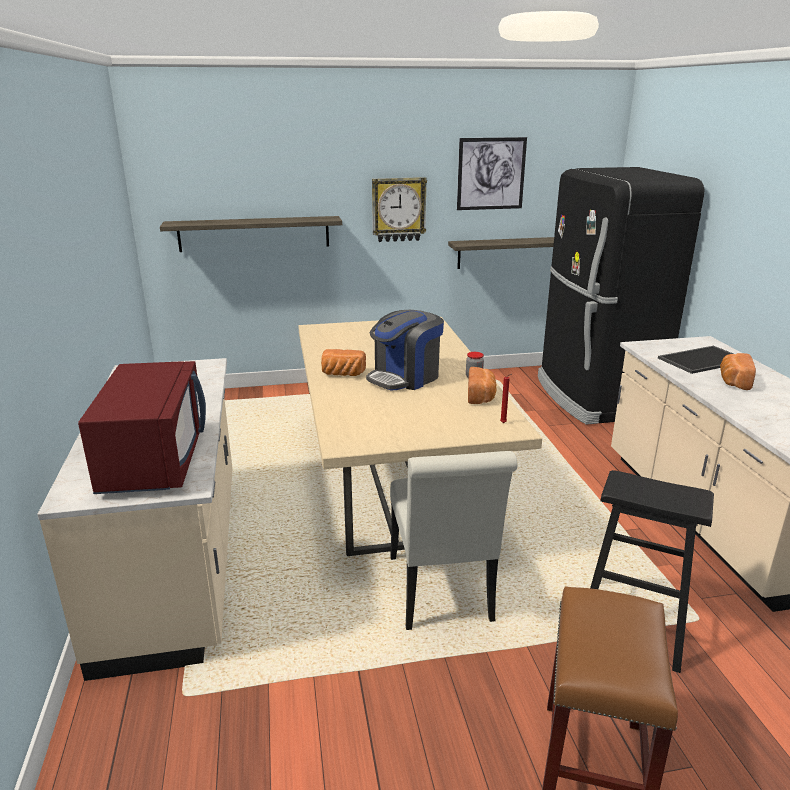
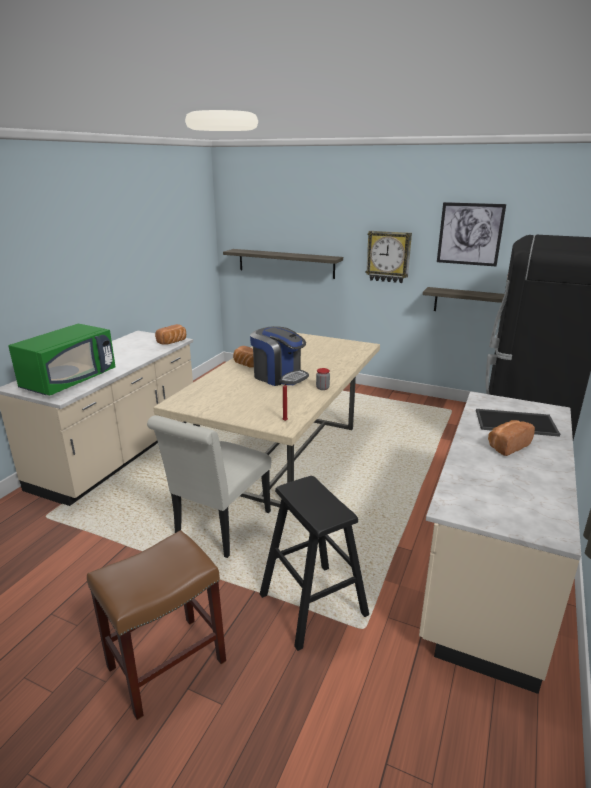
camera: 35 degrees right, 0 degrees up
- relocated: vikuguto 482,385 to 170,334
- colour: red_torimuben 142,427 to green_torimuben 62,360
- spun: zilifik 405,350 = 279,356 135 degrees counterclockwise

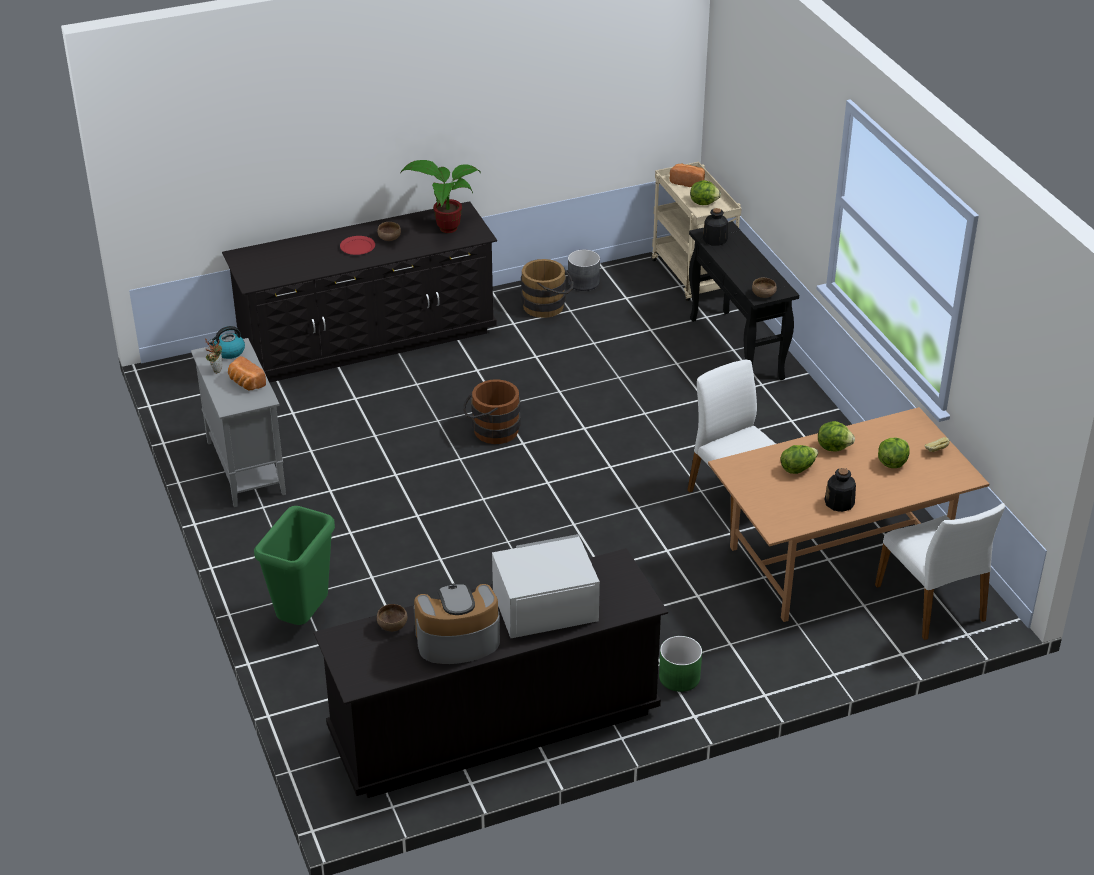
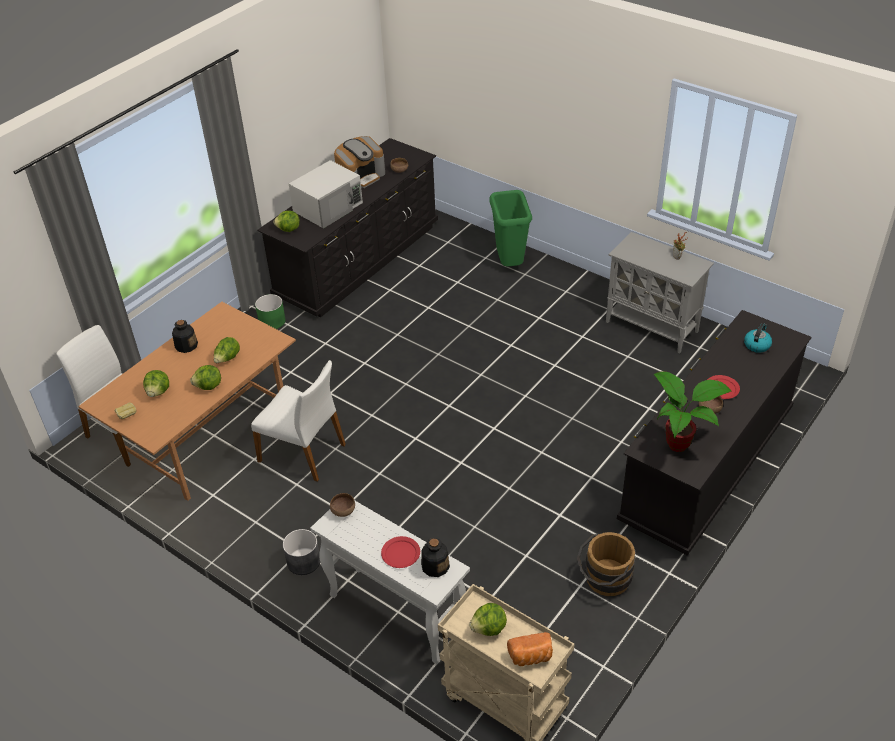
camera: 150 degrees right, 5 degrees up
- missing: vikuguto 247,373
- missing: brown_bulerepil 491,411
- appeared: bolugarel 286,221
- appeared: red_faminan 400,552
- relocated: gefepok 227,342 to 758,338
- relocated: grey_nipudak 584,270 to 301,552
- colour: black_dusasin 744,300 to white_dusasin 390,582

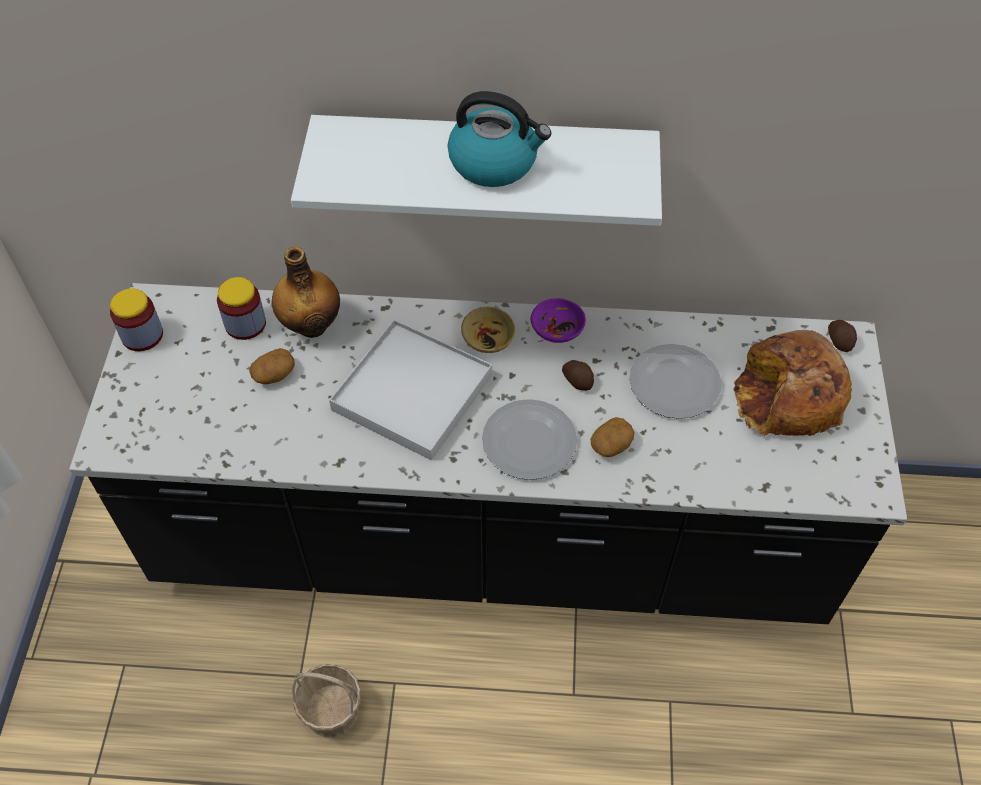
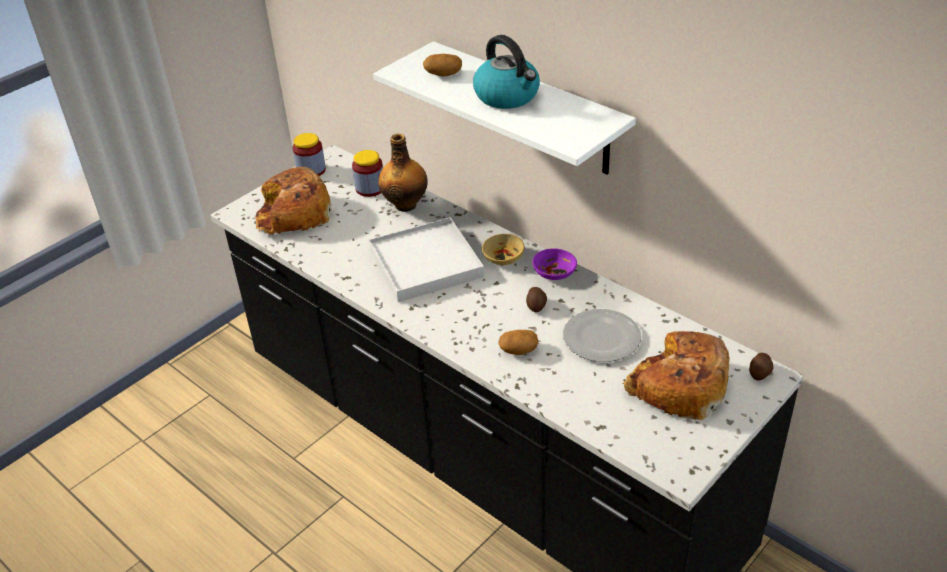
camera: 40 degrees right, 15 degrees down
- missing: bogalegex 326,701
- missing: faminan 529,439
- appeared: vikuguto 293,201
- relocated: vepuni 272,366 to 442,65

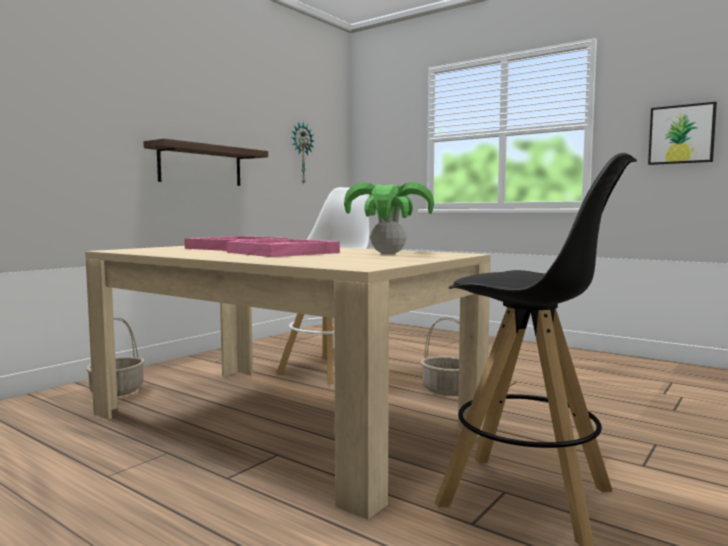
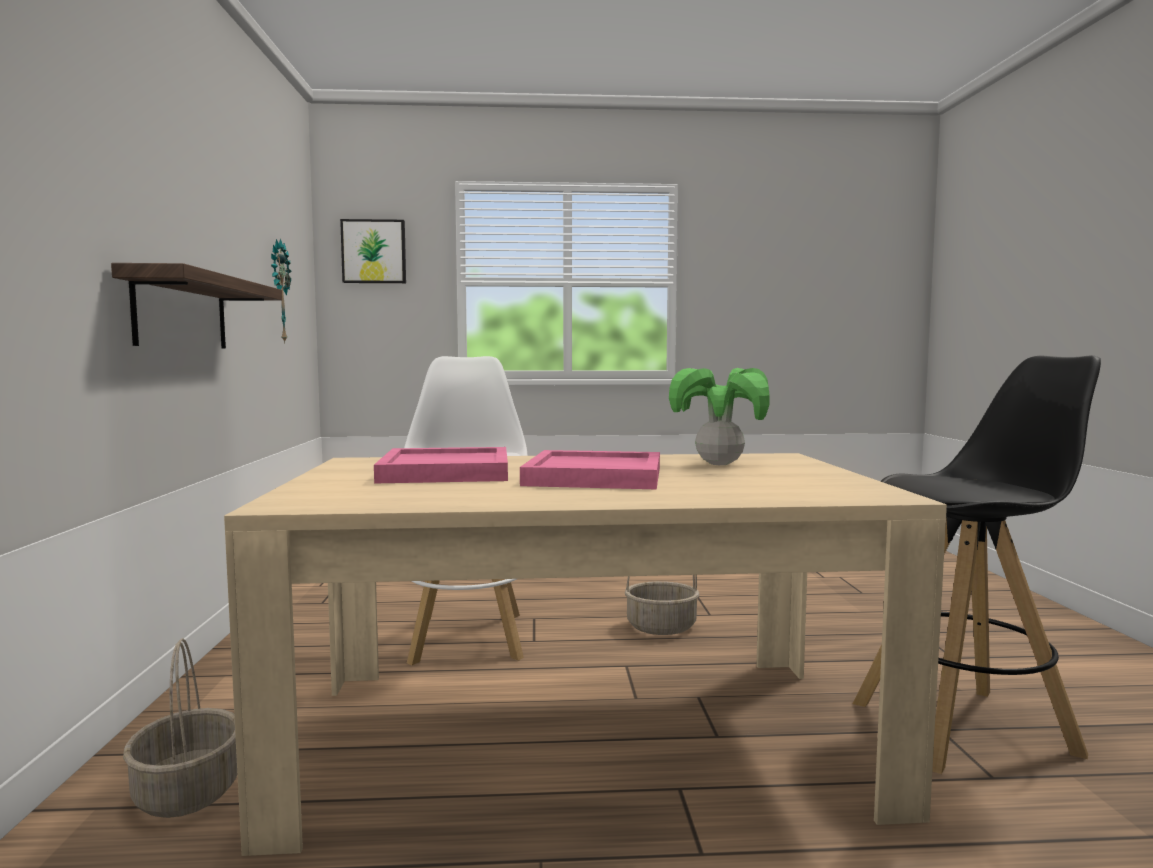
camera: 40 degrees left, 0 degrees up
- relocated: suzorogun 682,133 to 373,251

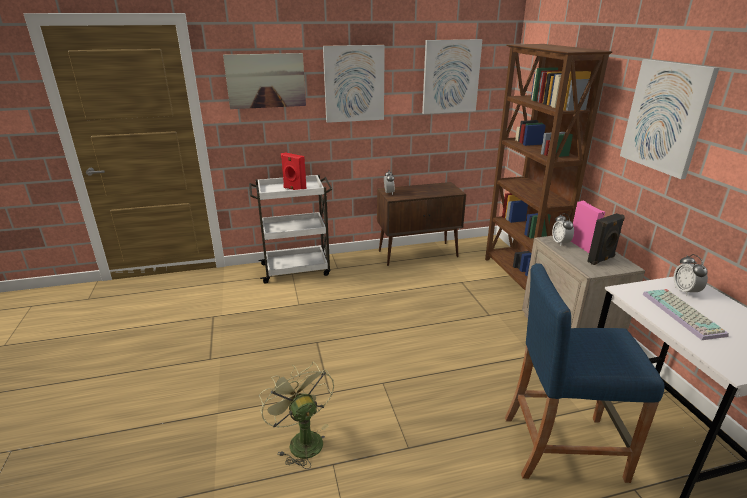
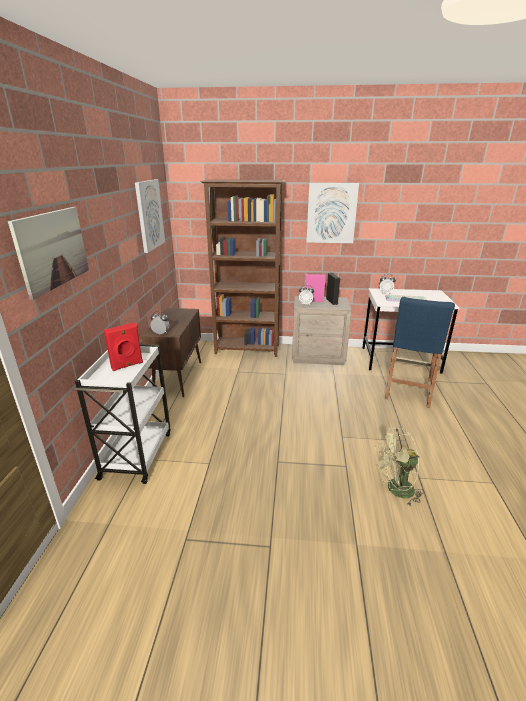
camera: 70 degrees left, 0 degrees up
- missing: suzorogun 354,84

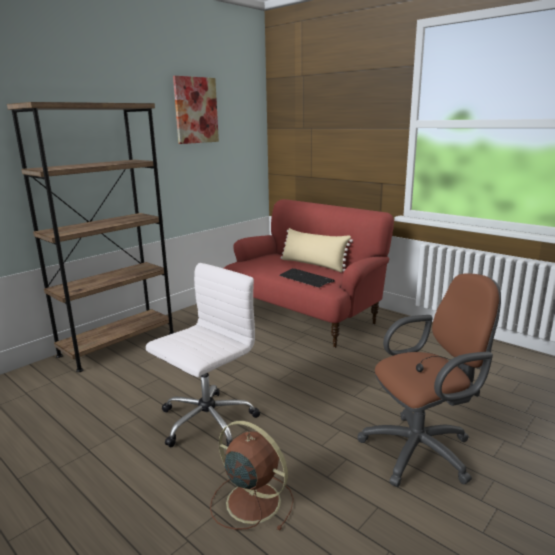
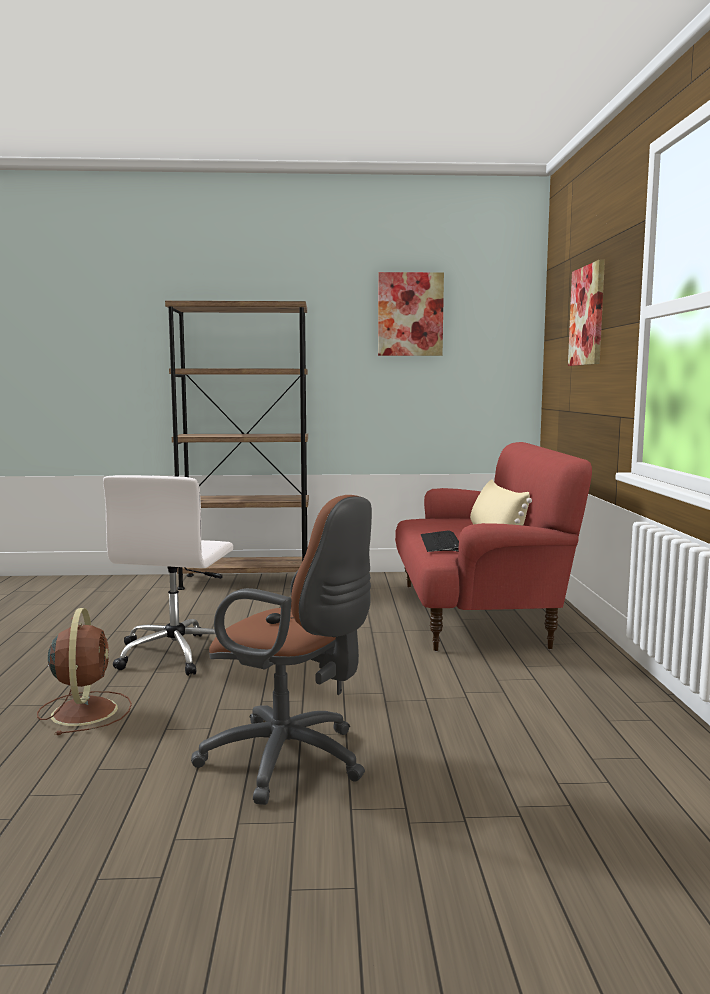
camera: 45 degrees right, 10 degrees down
- appeared: suzorogun 586,312
- spun: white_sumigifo 203,355 = 168,575 105 degrees clockwise

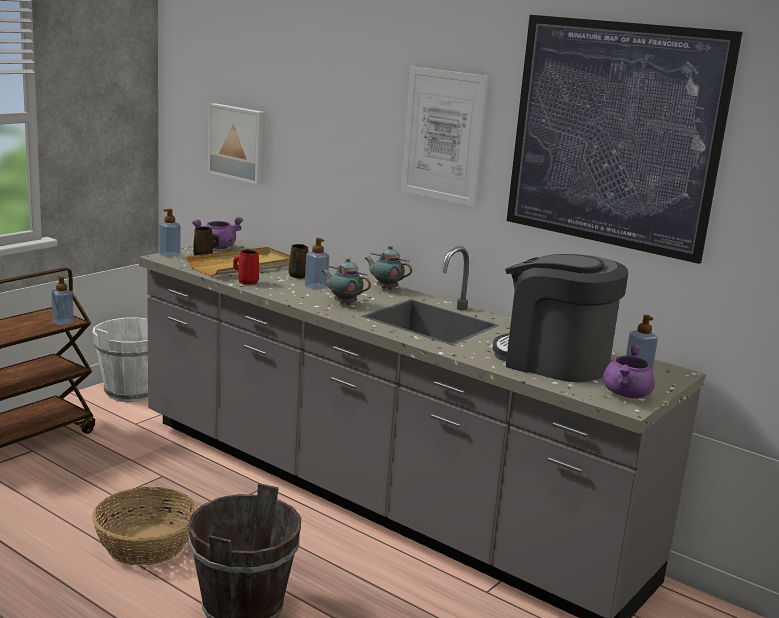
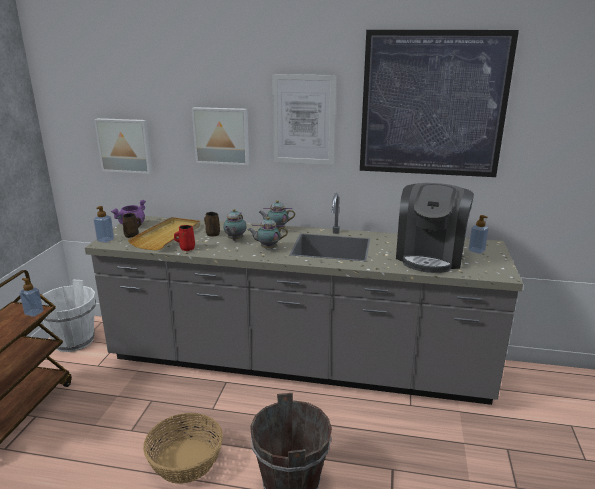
camera: 25 degrees left, 5 degrees up
- missing: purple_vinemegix 629,371
- appeared: suzorogun 220,136
- exchanged: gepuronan 317,264 to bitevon 235,225
- spun: zilifik 560,318 = 435,228 75 degrees counterclockwise

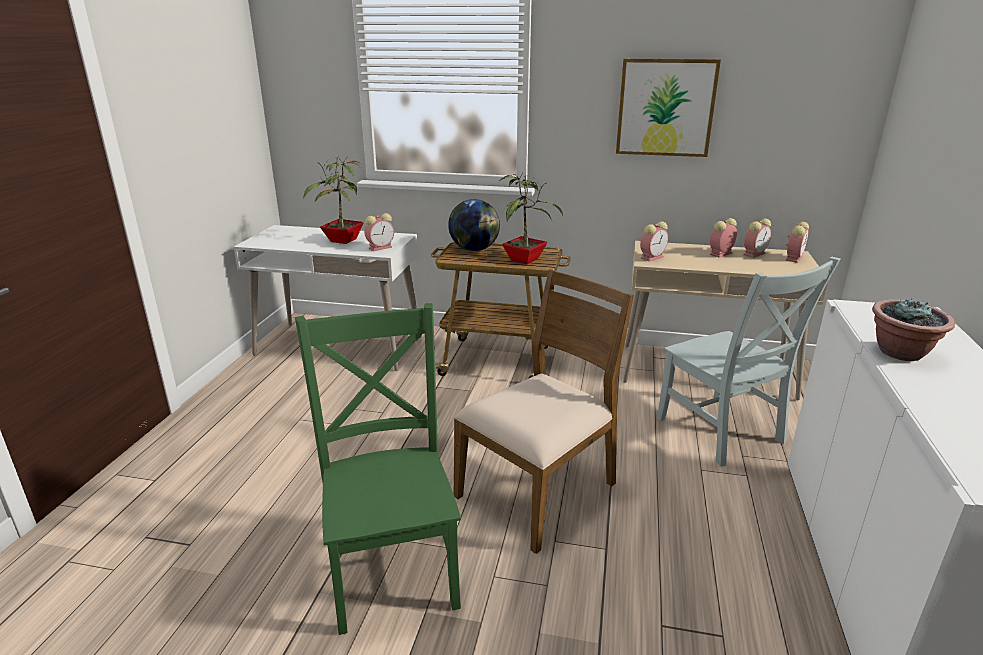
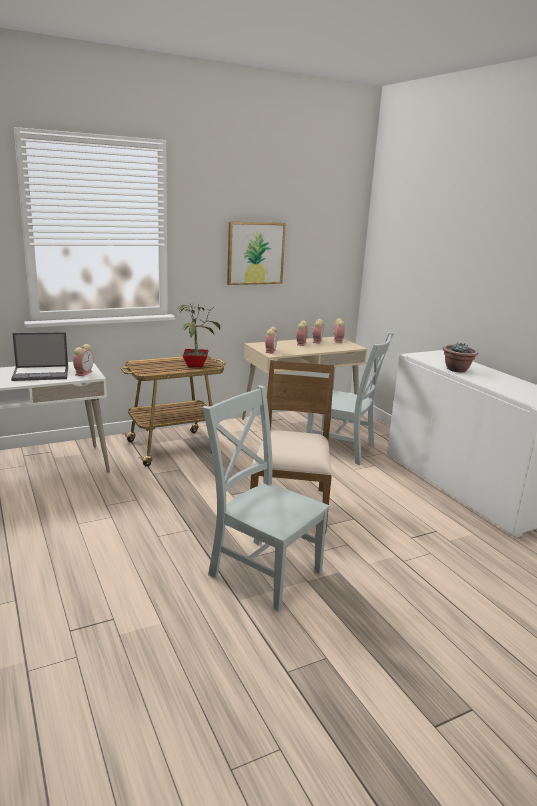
camera: 40 degrees left, 5 degrees down
- missing: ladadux 474,225
- exchanged: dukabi 333,200 to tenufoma 39,356
- colour: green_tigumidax 378,469 to grey_tigumidax 266,498

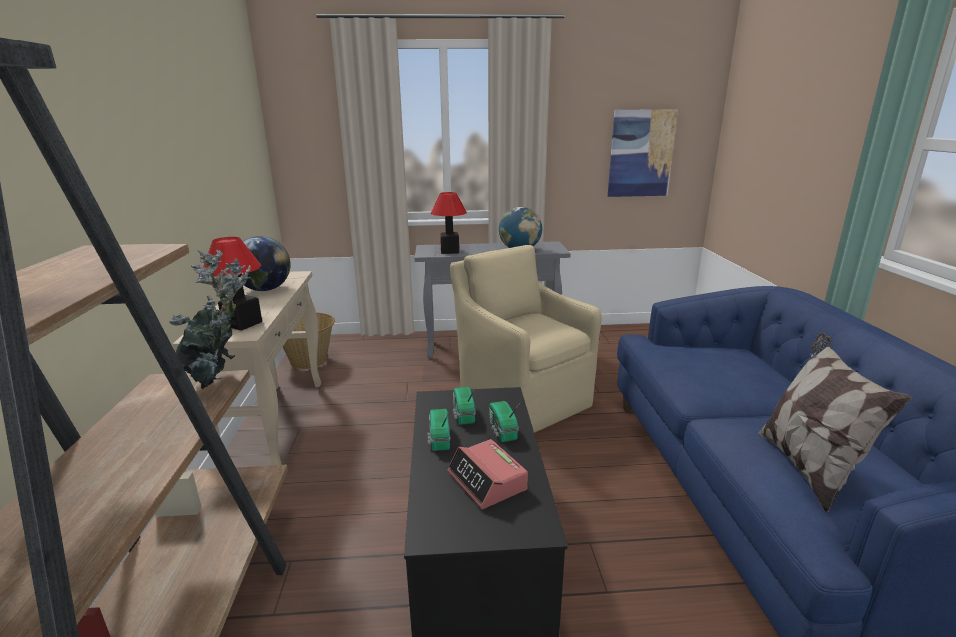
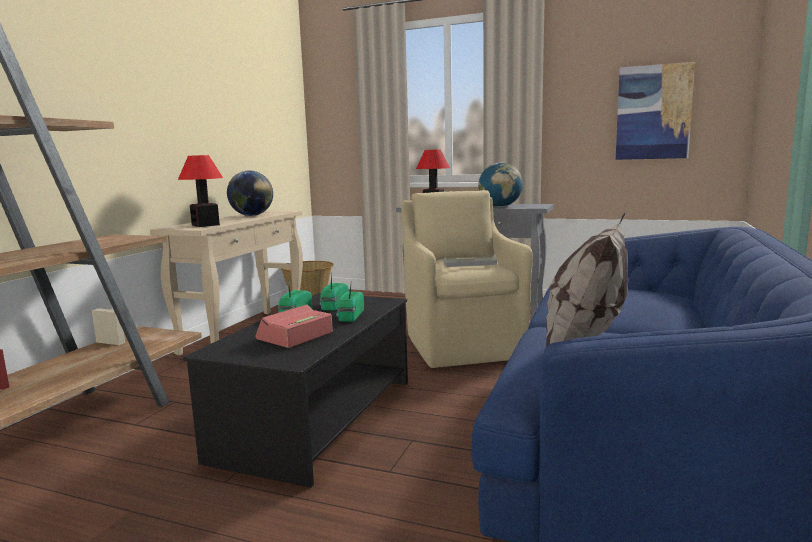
camera: 25 degrees right, 10 degrees down
- missing: dukabi 210,320
- appeared: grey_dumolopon 470,260
- spun: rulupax 487,474 = 294,326 45 degrees clockwise

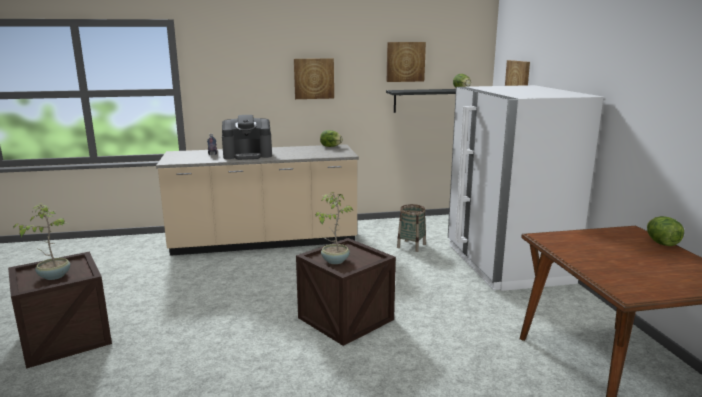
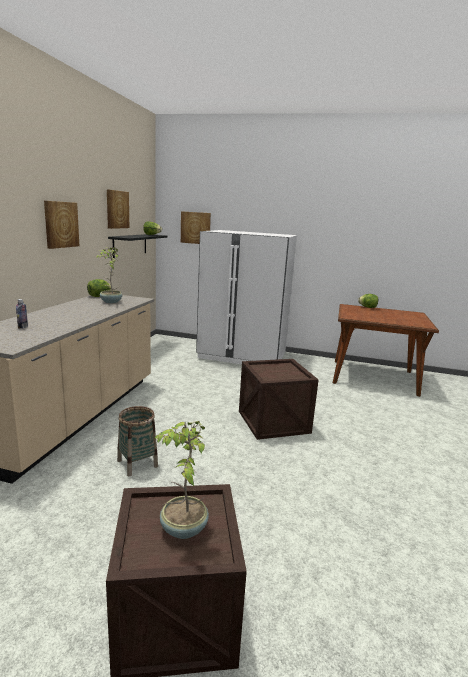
camera: 65 degrees left, 0 degrees up
- missing: zilifik 247,137
- relocated: dukabi 334,228 to 109,275
- relocated: bogalegex 411,228 to 137,441

